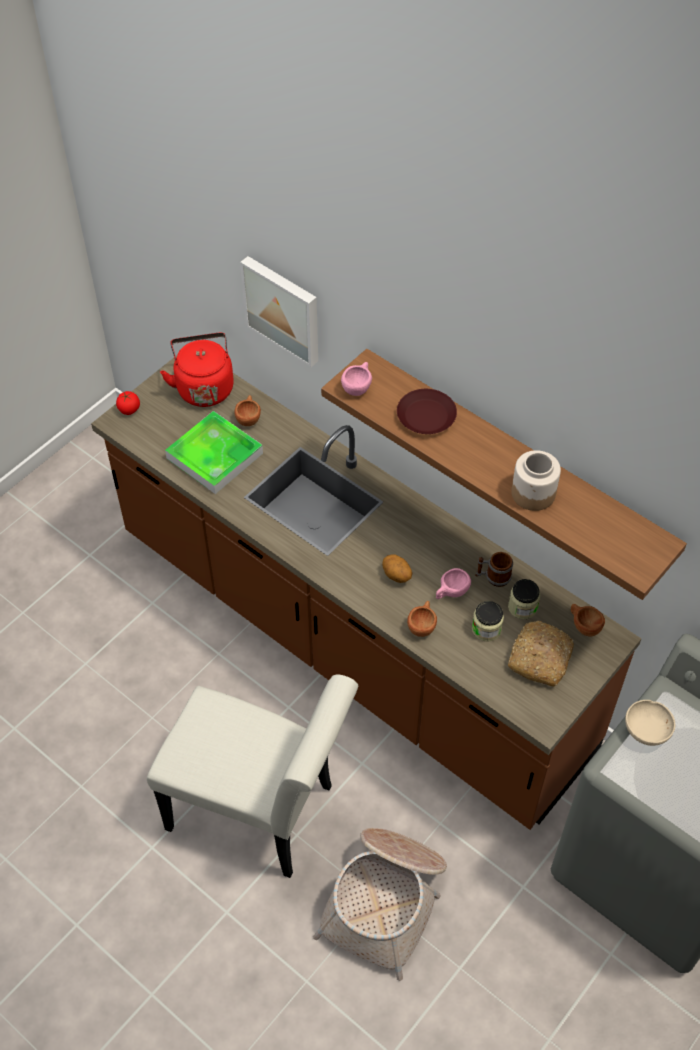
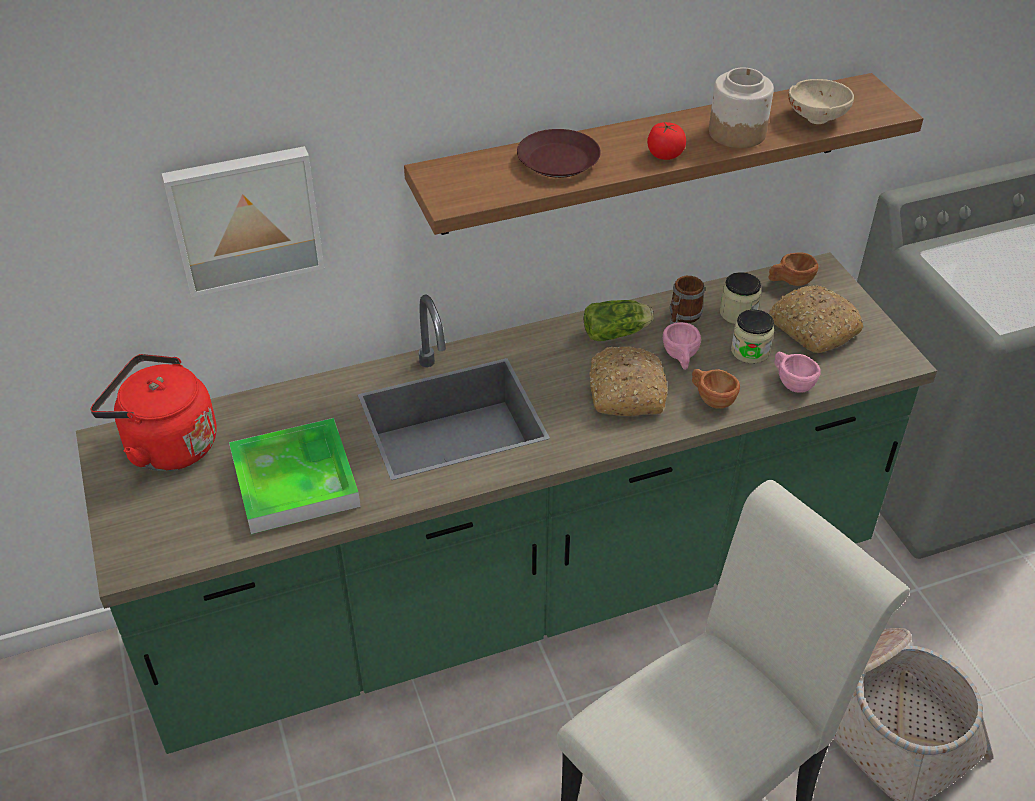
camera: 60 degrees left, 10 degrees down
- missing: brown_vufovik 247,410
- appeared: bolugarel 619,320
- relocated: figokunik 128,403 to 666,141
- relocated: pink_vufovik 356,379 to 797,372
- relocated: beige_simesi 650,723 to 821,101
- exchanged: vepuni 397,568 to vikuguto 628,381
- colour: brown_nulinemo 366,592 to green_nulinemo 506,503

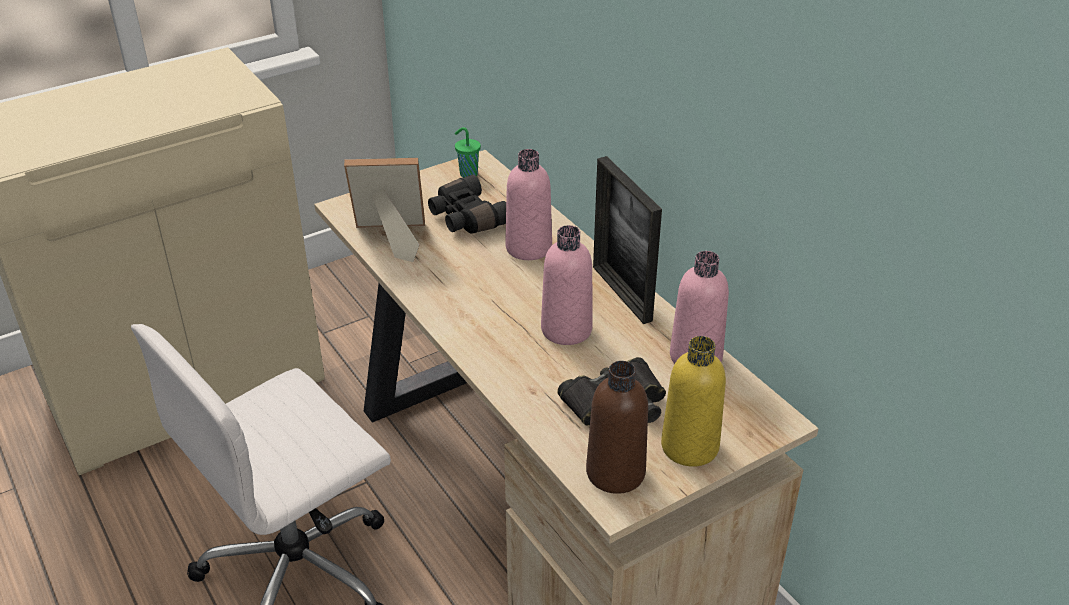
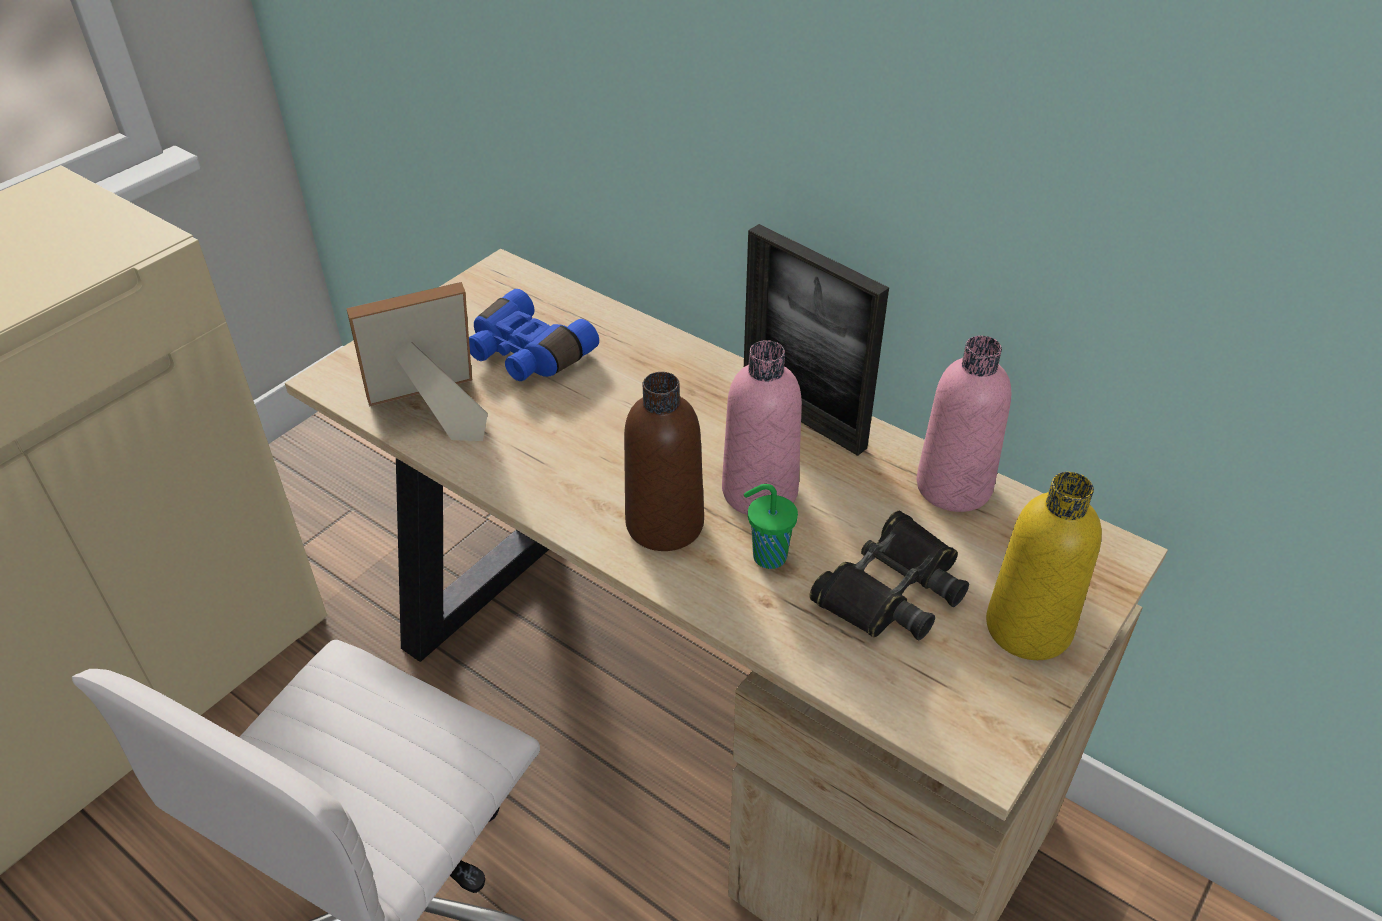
camera: 20 degrees left, 5 degrees up
- missing: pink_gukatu 528,204
- relocated: green_vufovik 468,152 to 771,526
- relocated: brown_gukatu 617,427 to 664,461
- colour: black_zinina 467,204 to blue_zinina 534,335

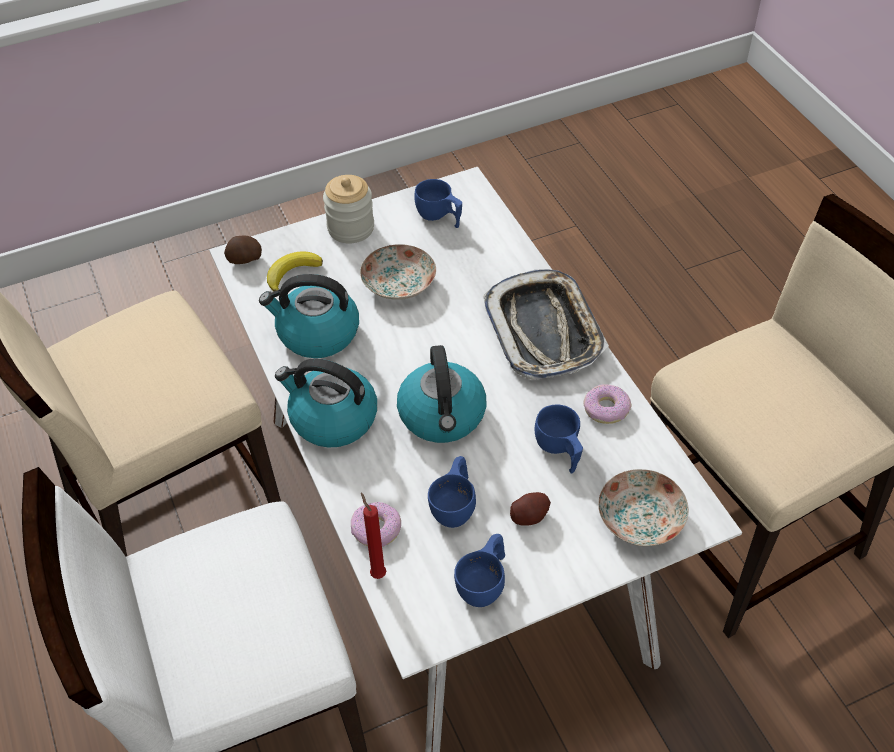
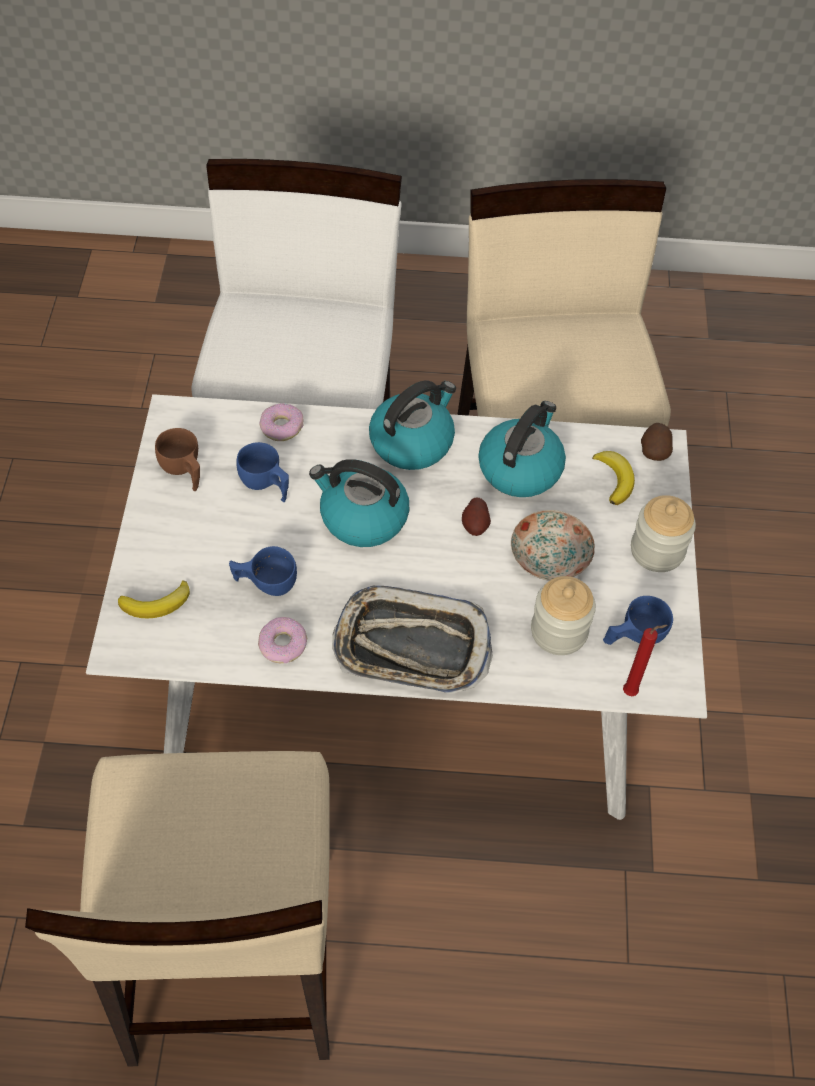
camera: 115 degrees right, 5 degrees up
- appeared: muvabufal 563,615
- relocated: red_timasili 373,536 to 645,660
- relocated: vepuni 530,509 to 476,516
- exchanged: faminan 643,507 to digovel 154,599
- colour: blue_vufovik 479,570 to brown_vufovik 177,459

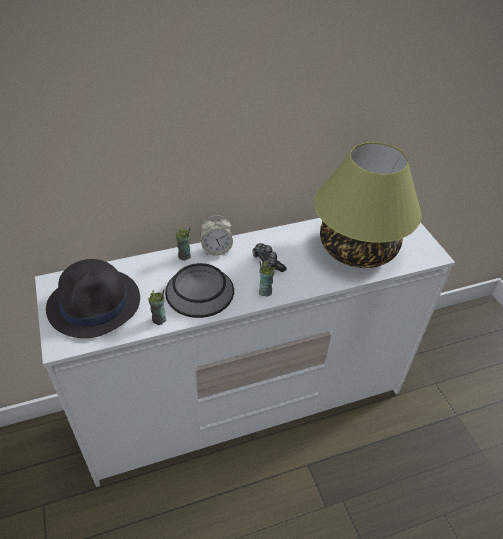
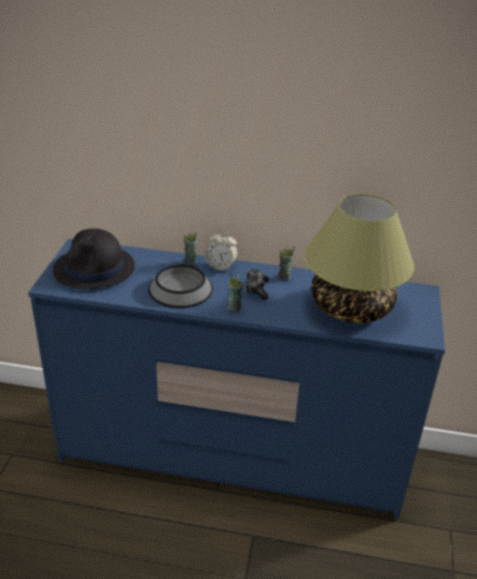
camera: 30 degrees right, 10 degrees down
- relocated: vufovik 157,307 to 287,264
- colour: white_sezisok 245,352 to blue_sezisok 236,379

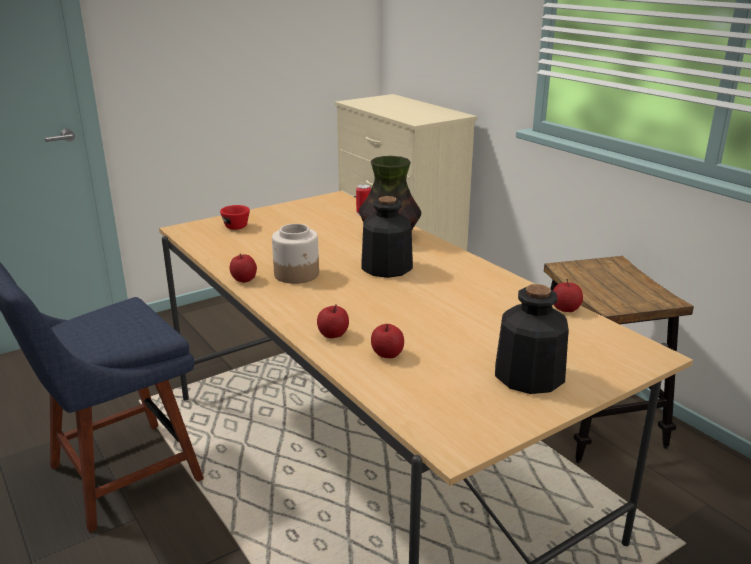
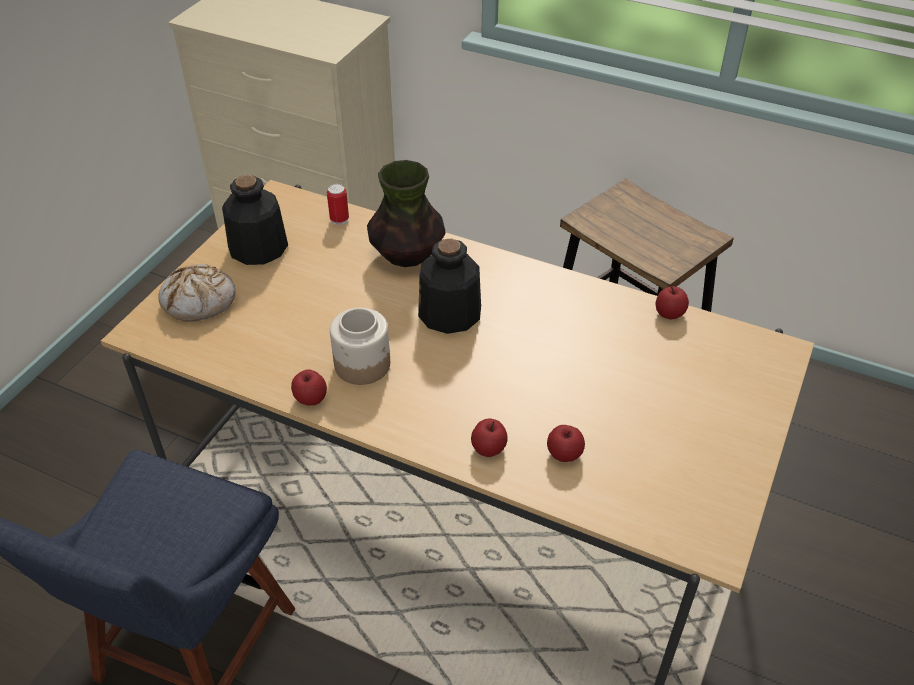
camera: 30 degrees left, 20 degrees up
- relocated: gukatu 532,339 to 255,220
- exchanged: red_vufovik 235,217 to vikuguto 197,293

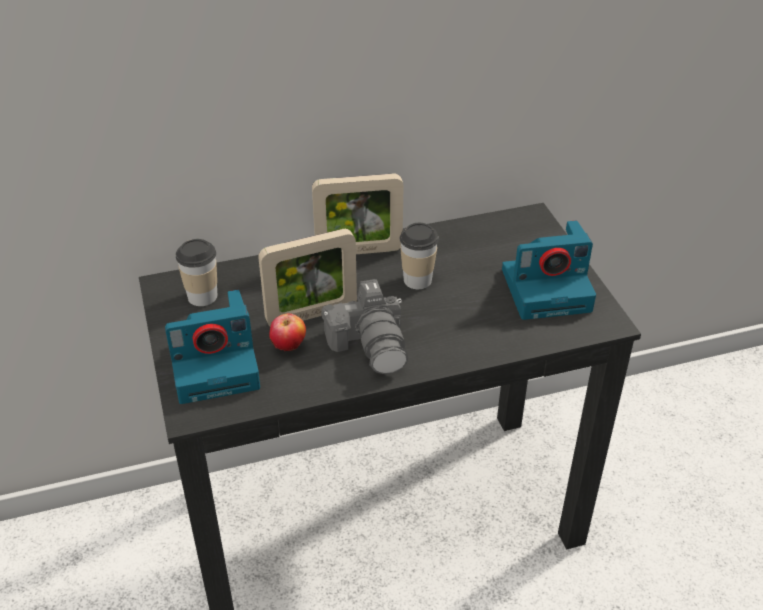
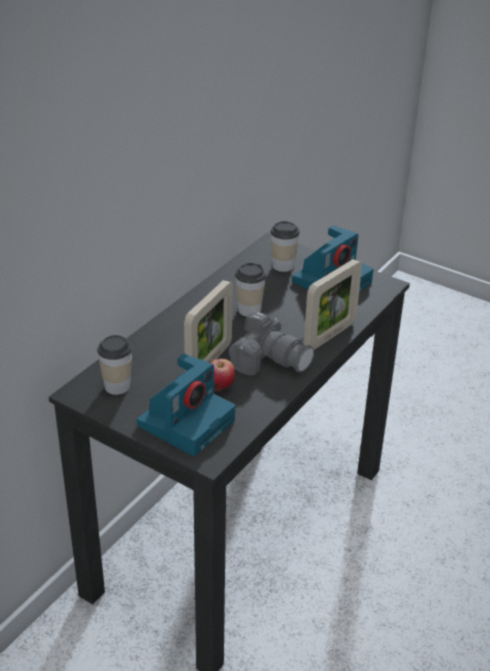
camera: 40 degrees left, 5 degrees down
- appeared: vufovik 285,246
- relocated: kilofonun 358,213 to 333,304

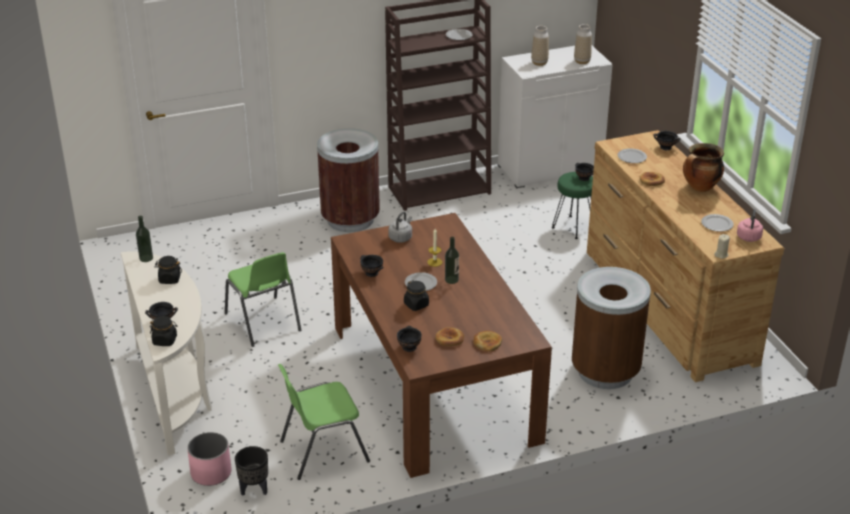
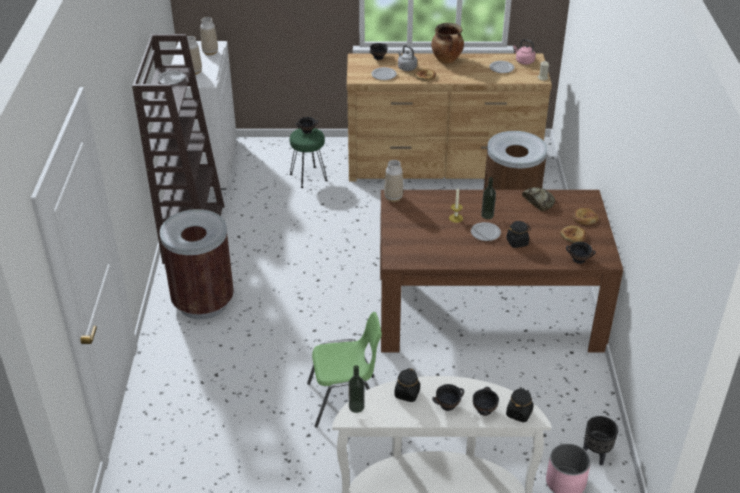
camera: 70 degrees left, 5 degrees up
- missing: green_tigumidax 324,422
- appeared: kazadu 393,181
- appeared: vikuguto 538,199
- relocated: black_simesi 372,266 to 448,397
- relocated: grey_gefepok 400,227 to 407,58

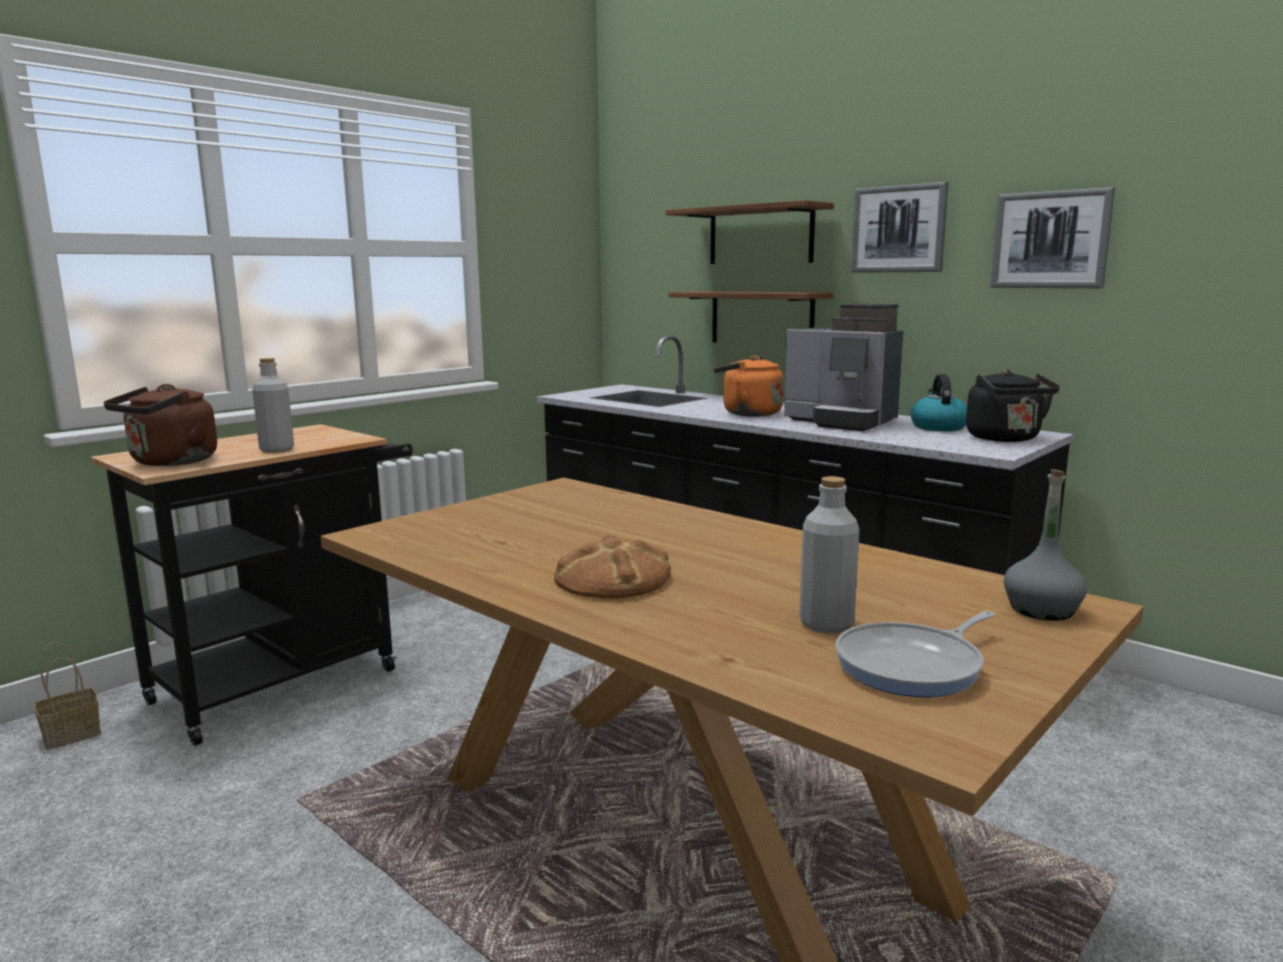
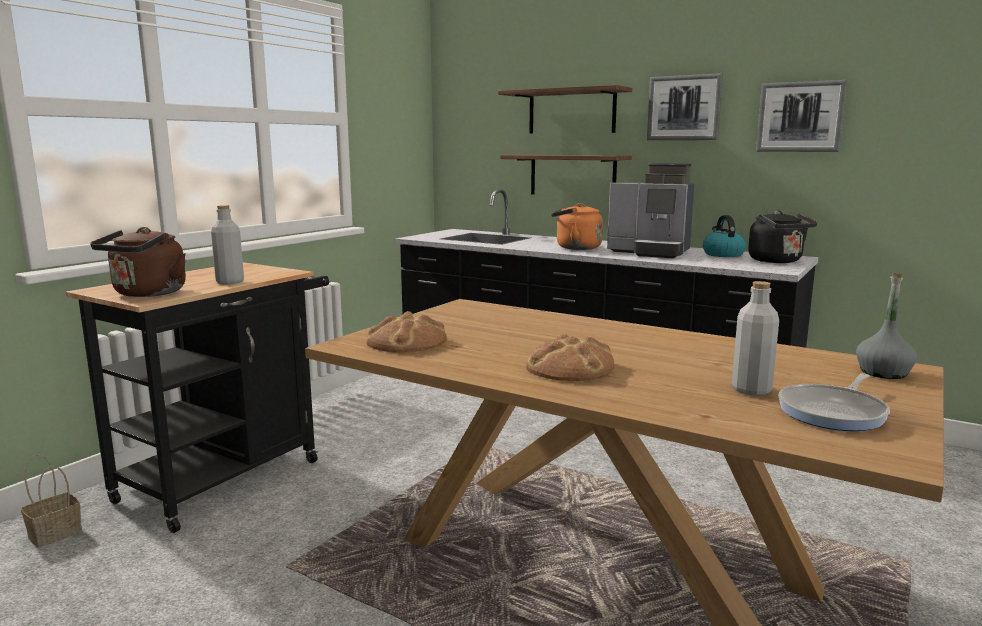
camera: 10 degrees left, 0 degrees up
- appeared: vikuguto 407,332

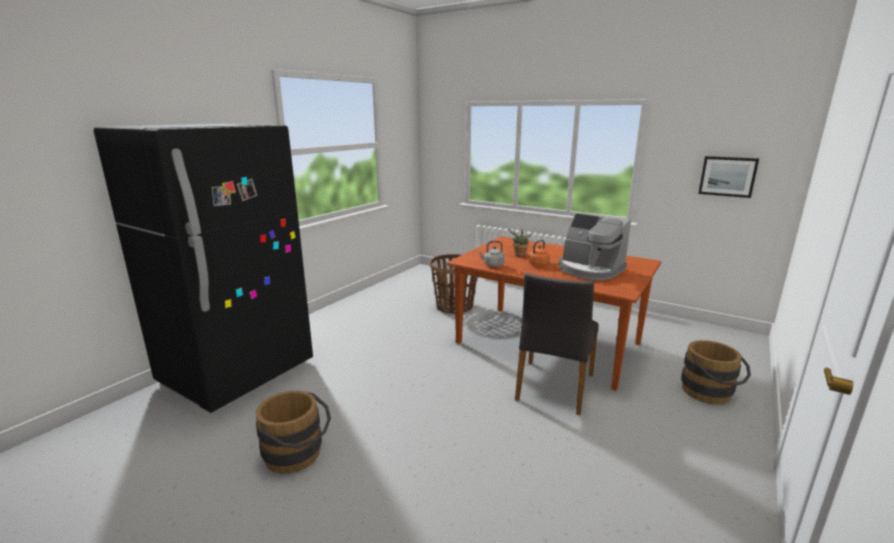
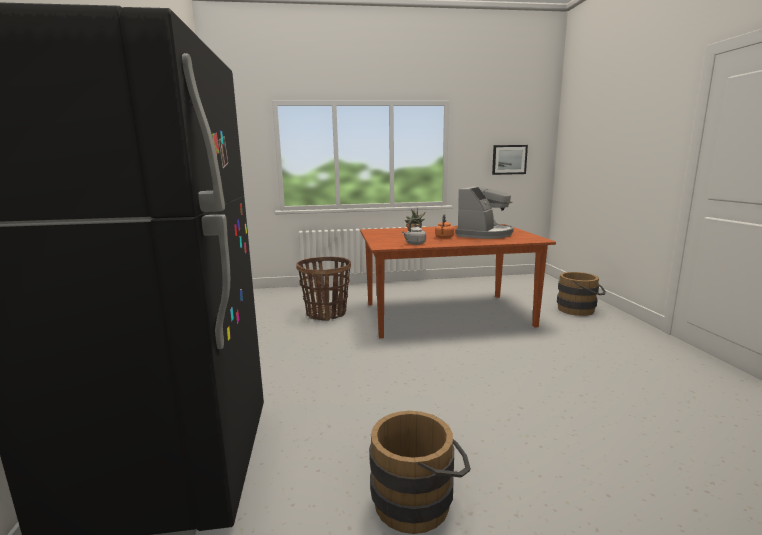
camera: 40 degrees left, 5 degrees down
- missing: grey_tigumidax 557,344
- spun: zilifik 595,246 = 484,212 60 degrees counterclockwise

